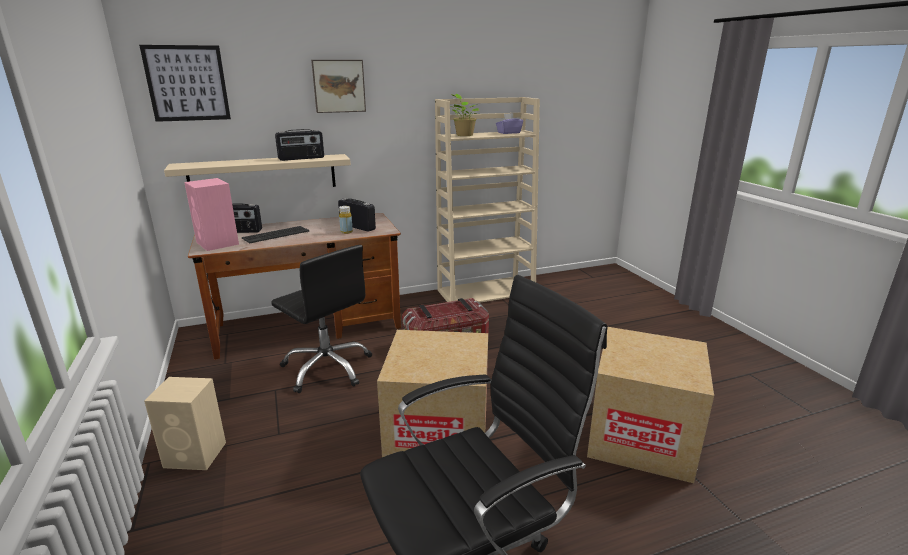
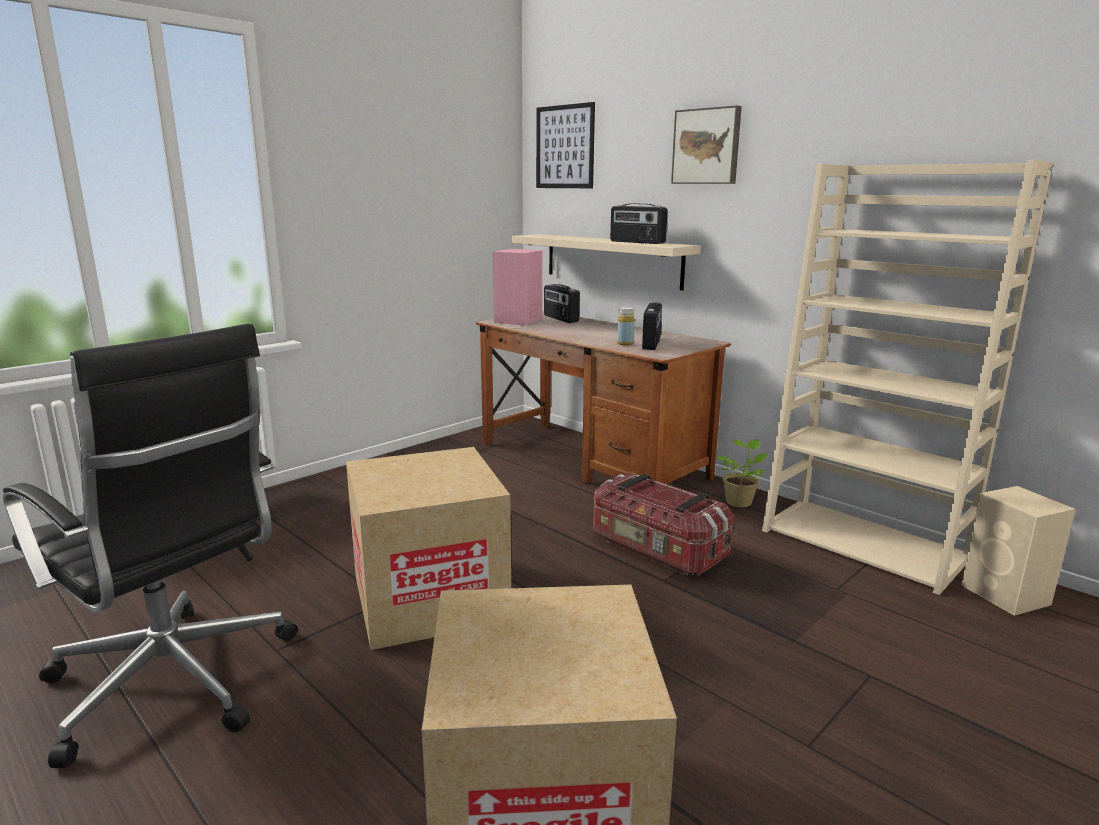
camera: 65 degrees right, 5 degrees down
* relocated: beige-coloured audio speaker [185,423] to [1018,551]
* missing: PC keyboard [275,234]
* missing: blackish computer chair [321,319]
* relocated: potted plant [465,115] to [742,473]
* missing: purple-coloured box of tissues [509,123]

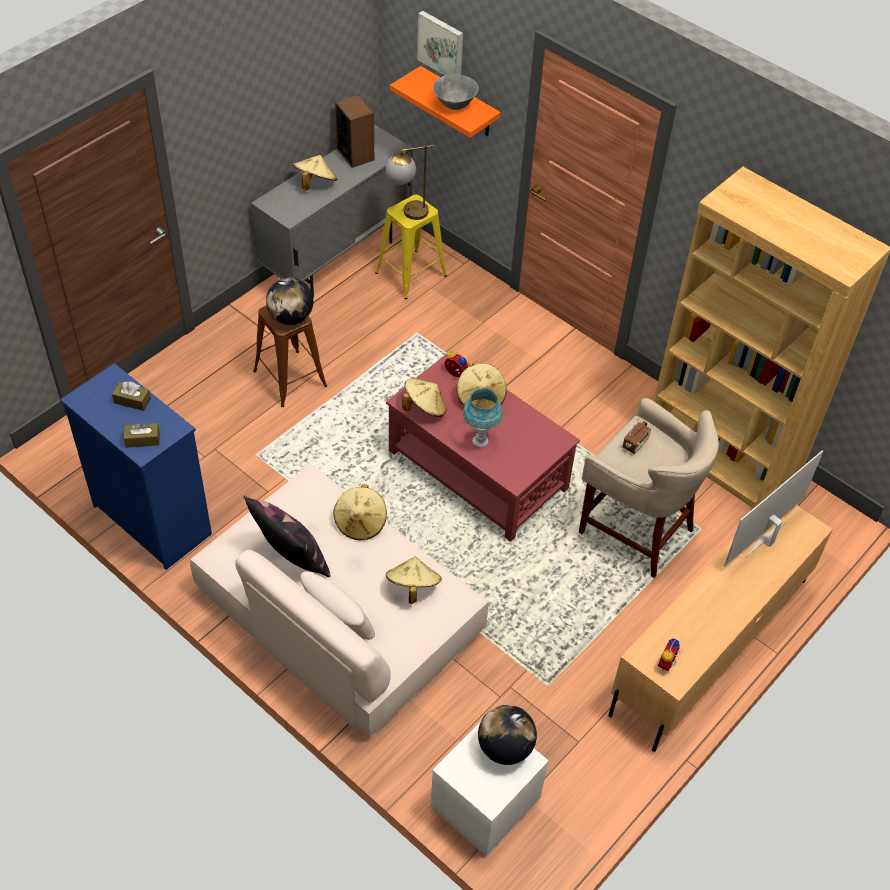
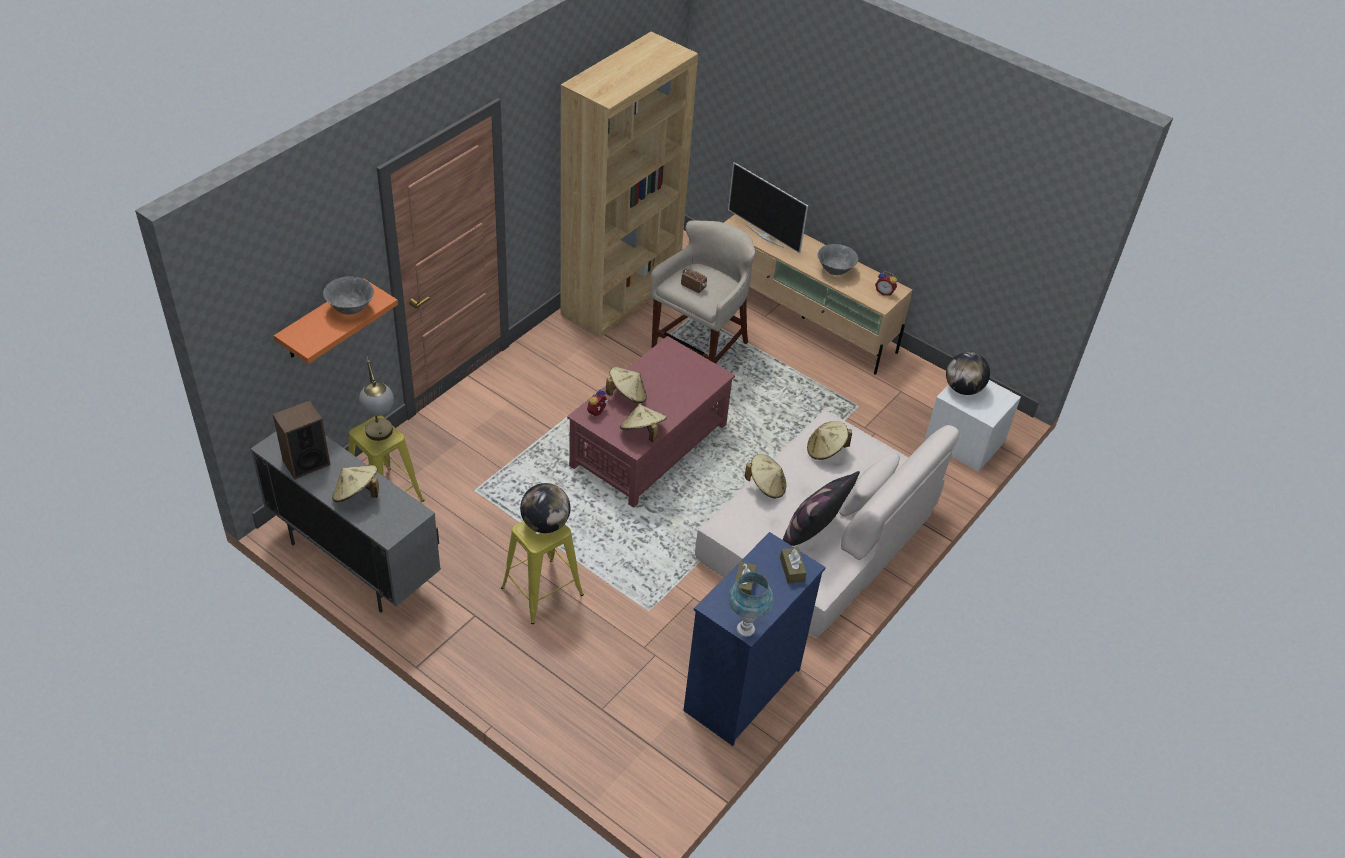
camera: 95 degrees left, 5 degrees down
* colour: brown-coloured sitting stool [290,356] to yellow sitting stool [542,572]
* missing: wall picture [440,43]
* relocated: bluish lamp for a table [483,417] to [751,603]
* appeared: greyish deep dish [837,259]

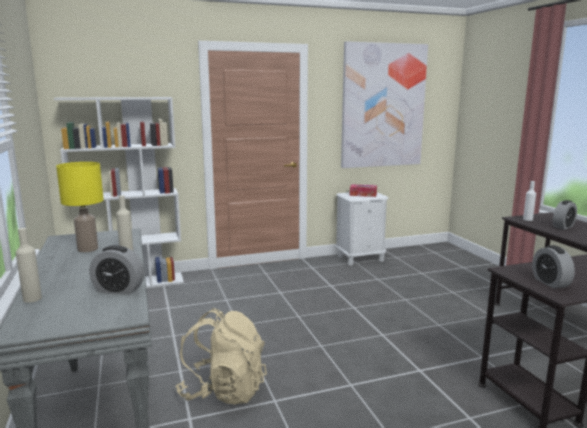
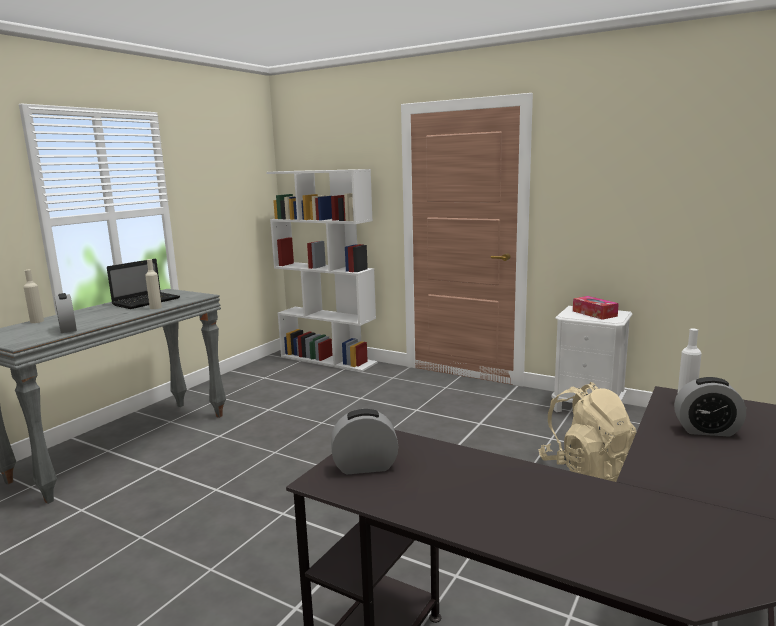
camera: 50 degrees right, 0 degrees up
* exchanged: yellow lamp for a table [80,207] to notebook computer [143,284]
* relocated: beige-coloured knapsack [221,356] to [587,432]
* missing: wall picture [384,104]
* spun: table clock [553,267] = [364,441] 45 degrees clockwise

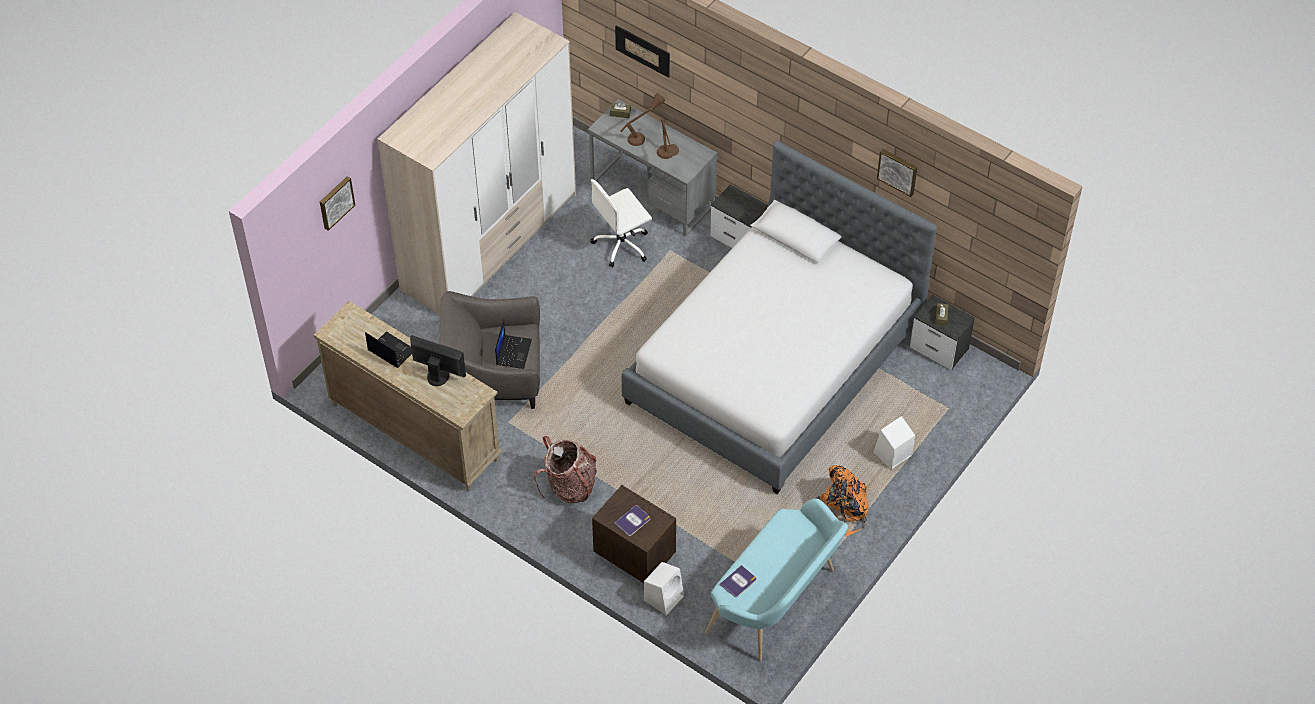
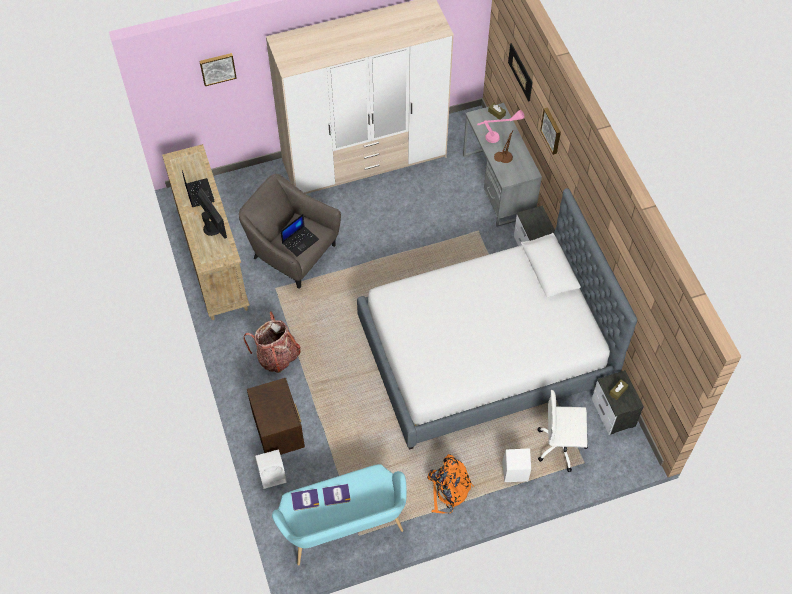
camera: 35 degrees right, 5 degrees up
* relocated: white computer chair [621,223] to [563,431]
* relocated: book [632,520] to [336,495]
* colour: brown-coloured lamp for a table [642,119] to pink lamp for a table [501,126]
* relocated: wall picture [897,173] to [550,131]

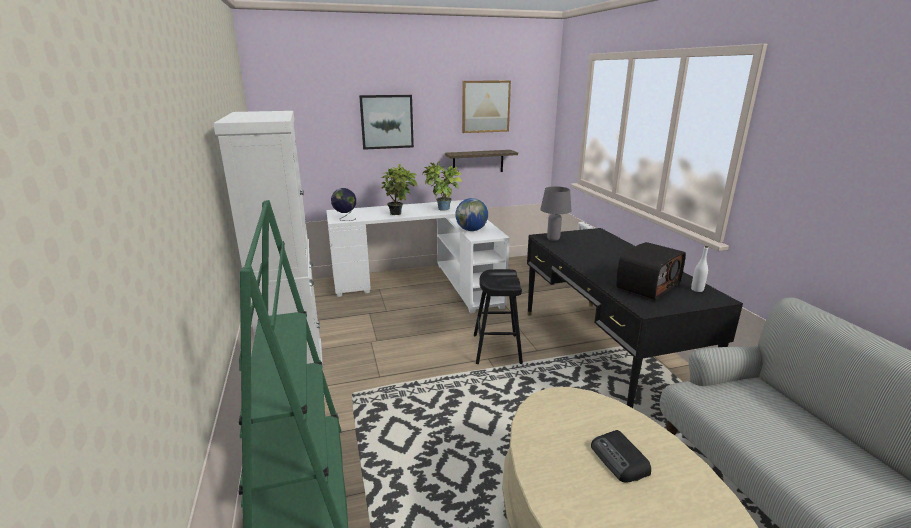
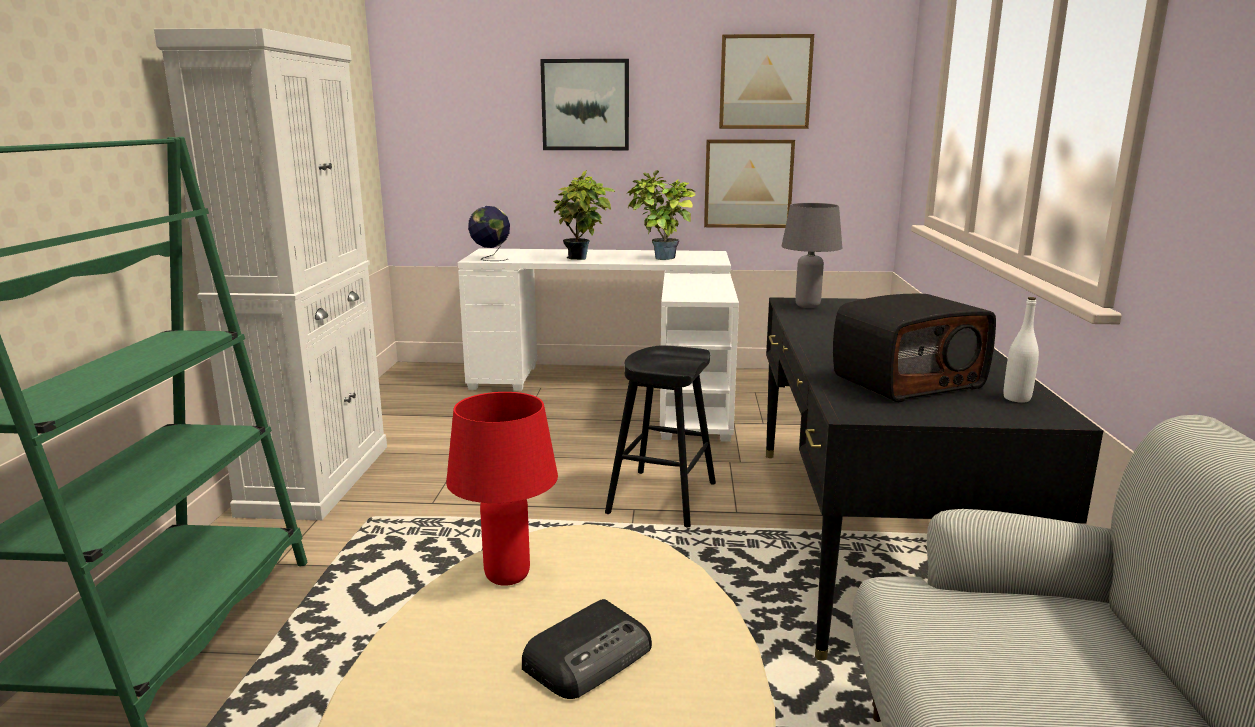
camera: 20 degrees right, 5 degrees down
* exchanged: bracket shelf [481,161] to wall picture [749,184]
* missing: globe [471,214]
* spun: radio receiver [621,456] = [587,649] 135 degrees counterclockwise
* appeared: reddish lamp for a table [502,489]

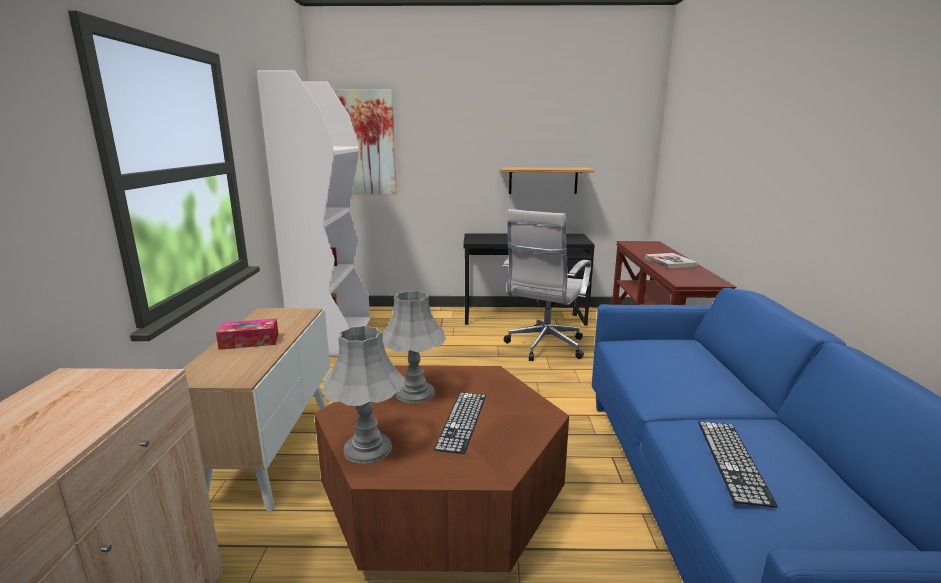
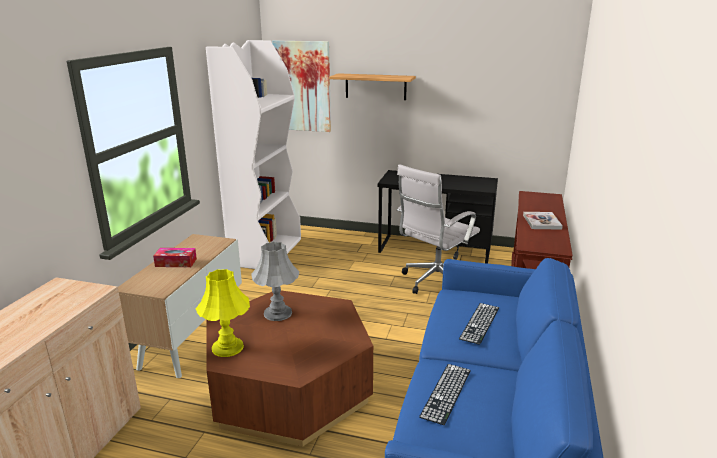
camera: 15 degrees right, 5 degrees up
* colour: greyish lamp for a table [364,395] to yellow lamp for a table [223,313]
* relocated: PC keyboard [460,423] to [479,324]
* relocated: bracket shelf [547,181] to [372,86]

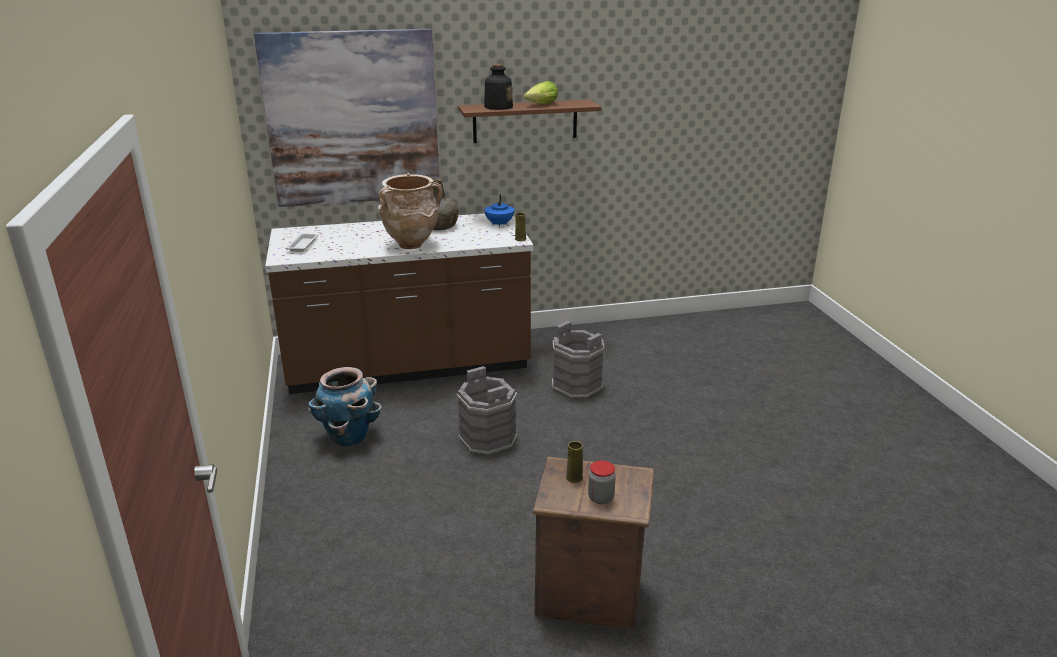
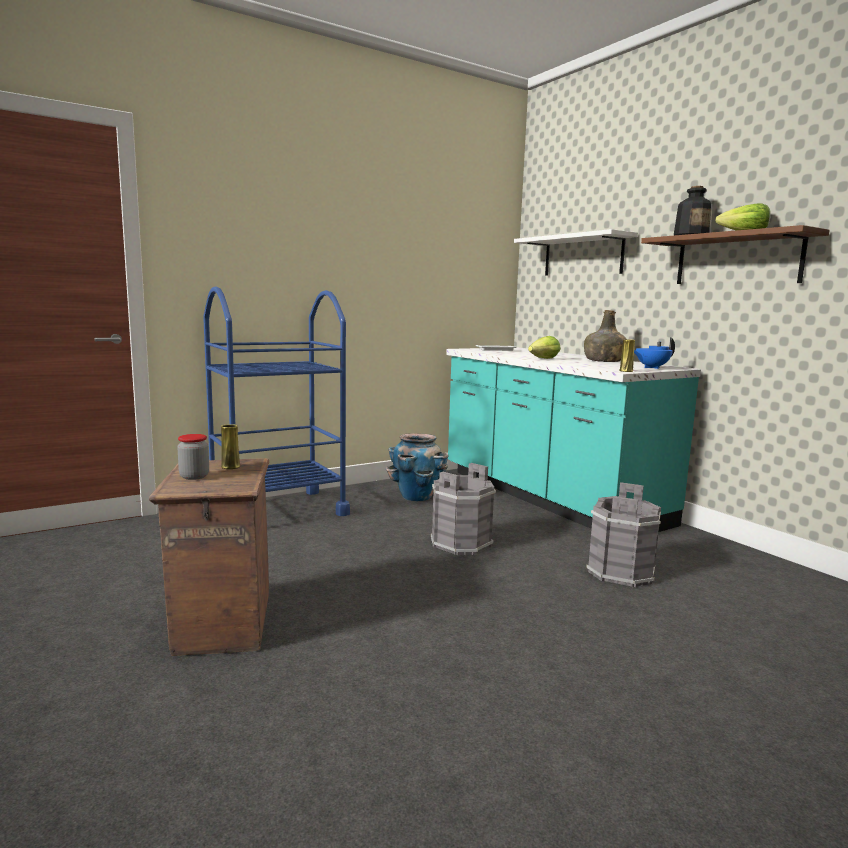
camera: 70 degrees right, 15 degrees down
* exchanged: wall picture [346,118] to white bracket shelf [576,252]
* colour: brown-coloured kitchen base unit [399,304] to turquoise-coloured kitchen base unit [573,439]
* exchanged: beige-coloured decorative vase [410,211] to lettuce head [544,347]
* appeared: bluish cart [276,401]

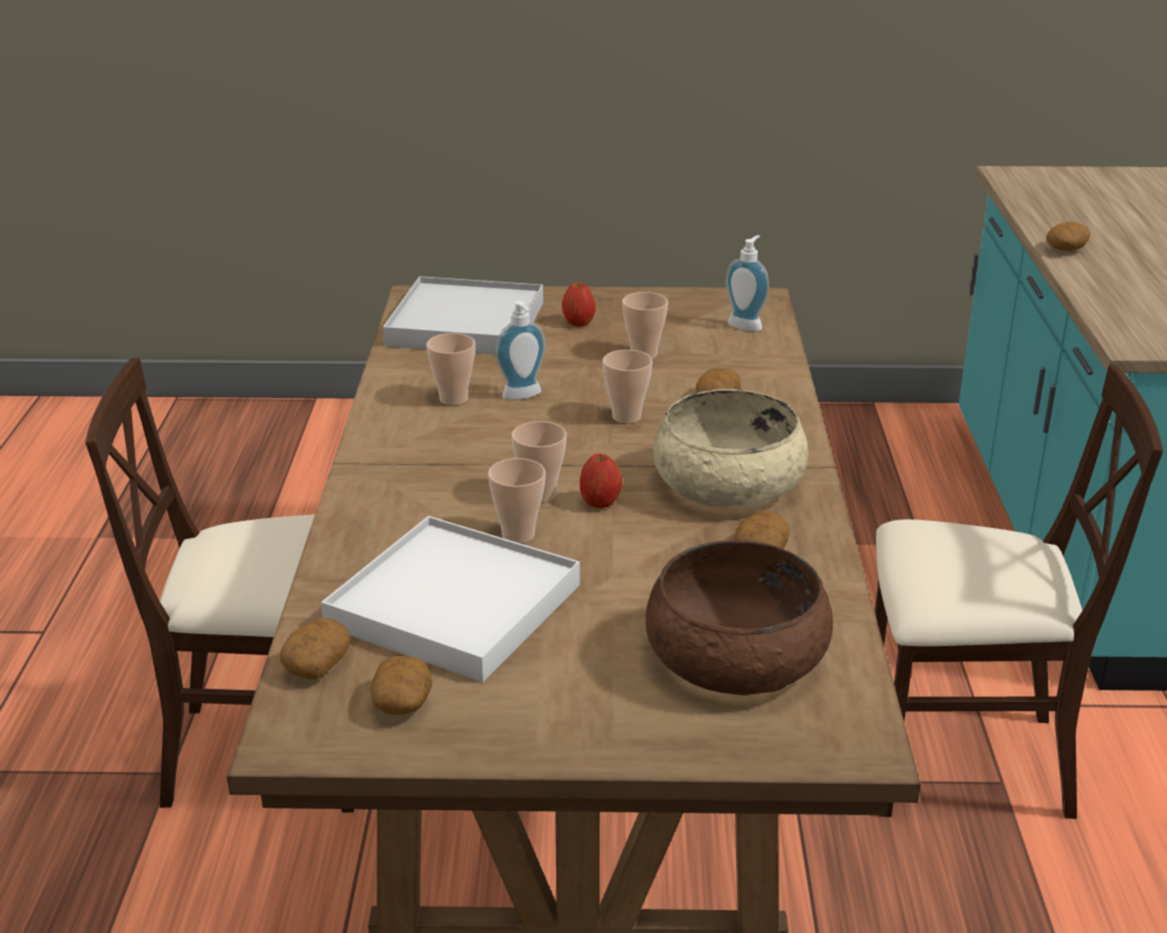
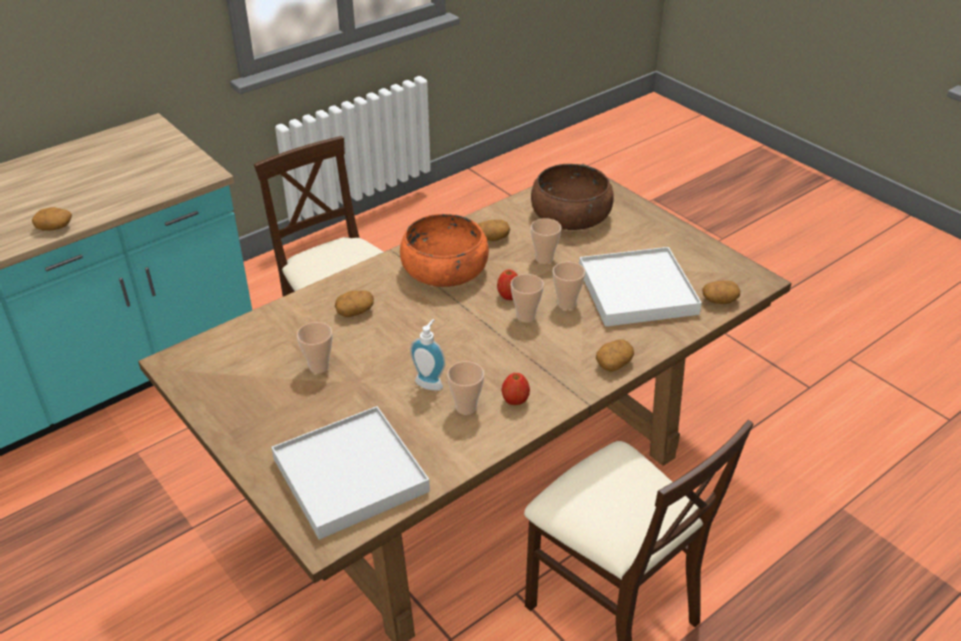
camera: 130 degrees left, 10 degrees up
* relocated: spud [401,685] to [615,355]
* relocated: apple fruit [579,304] to [516,389]
* relocated: small cup [627,386] to [546,241]
* colour: beige-coloured deep dish [731,449] to orangey deep dish [444,250]
* missing: soap bottle [747,283]

